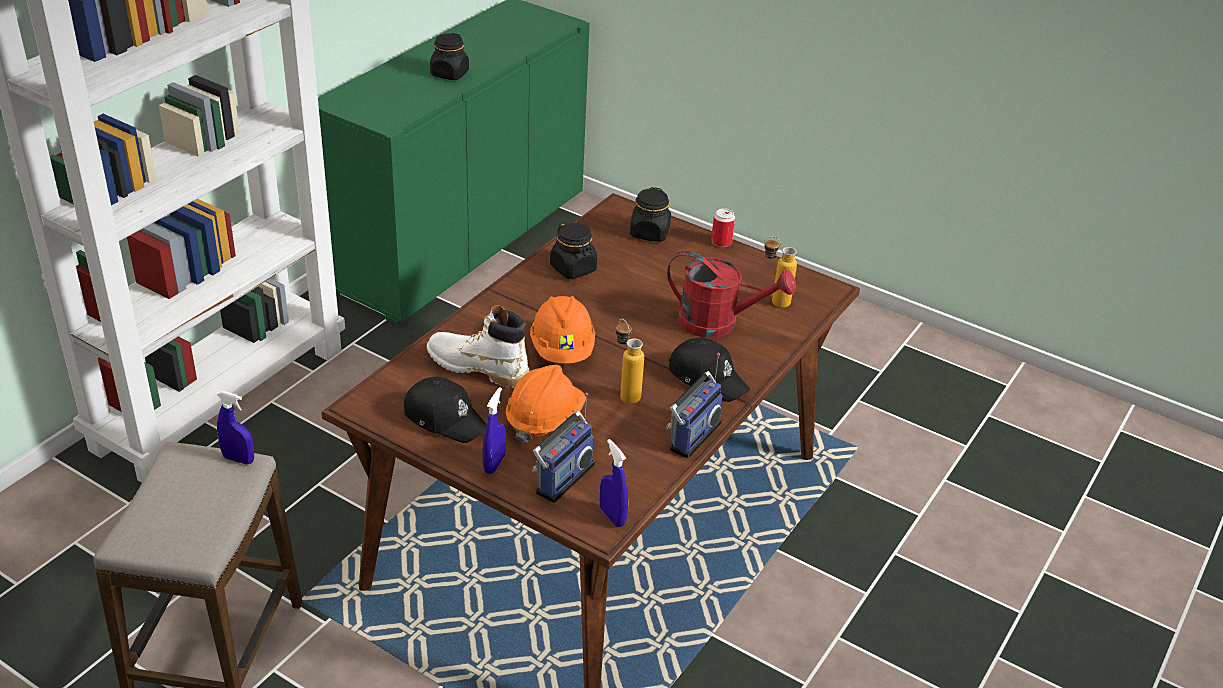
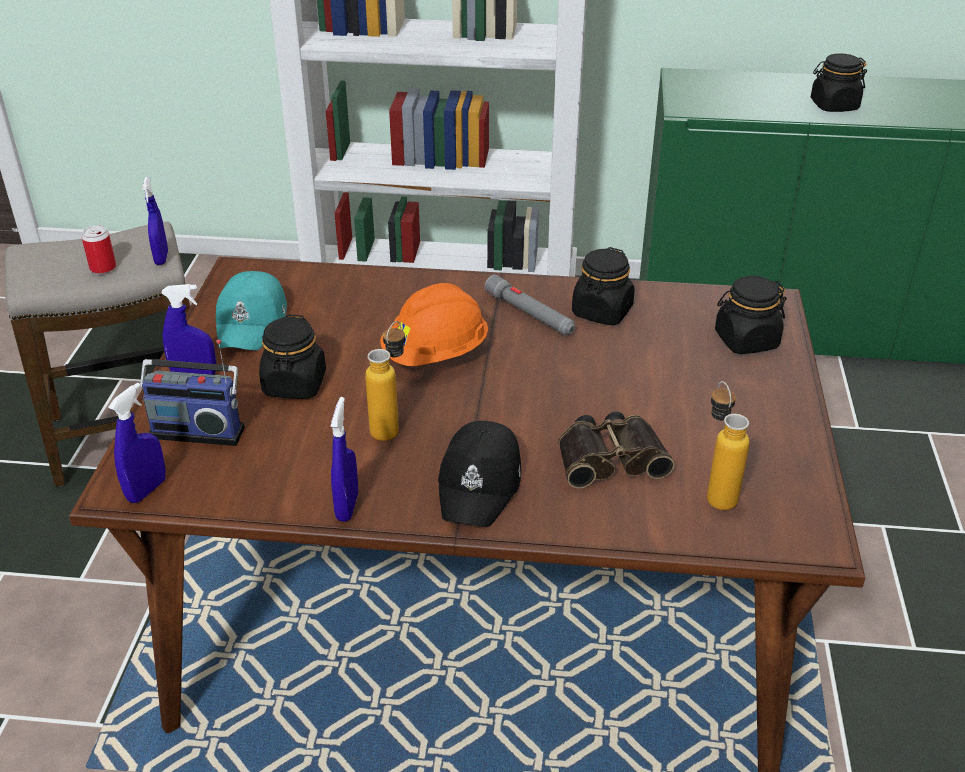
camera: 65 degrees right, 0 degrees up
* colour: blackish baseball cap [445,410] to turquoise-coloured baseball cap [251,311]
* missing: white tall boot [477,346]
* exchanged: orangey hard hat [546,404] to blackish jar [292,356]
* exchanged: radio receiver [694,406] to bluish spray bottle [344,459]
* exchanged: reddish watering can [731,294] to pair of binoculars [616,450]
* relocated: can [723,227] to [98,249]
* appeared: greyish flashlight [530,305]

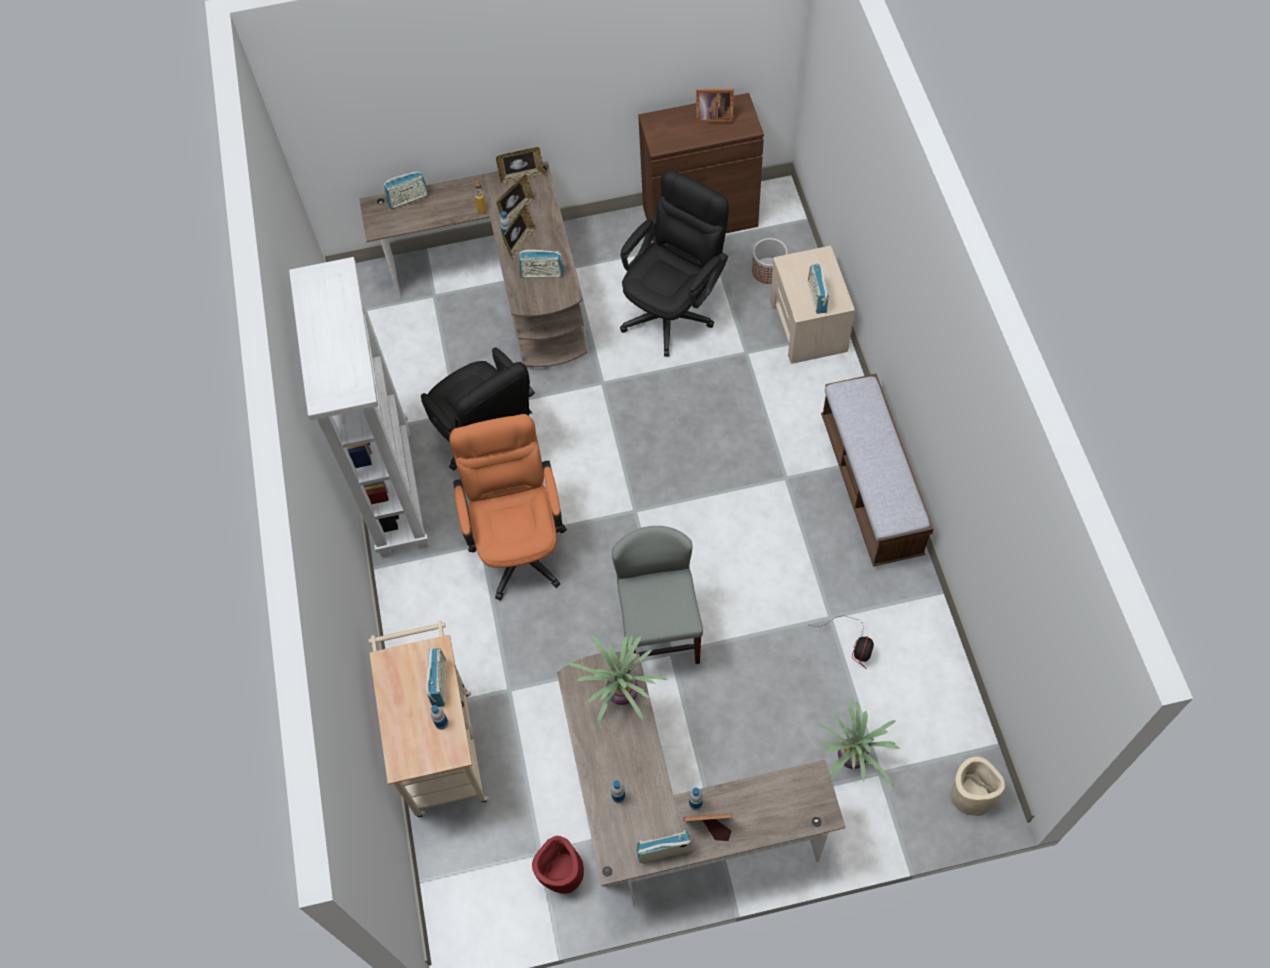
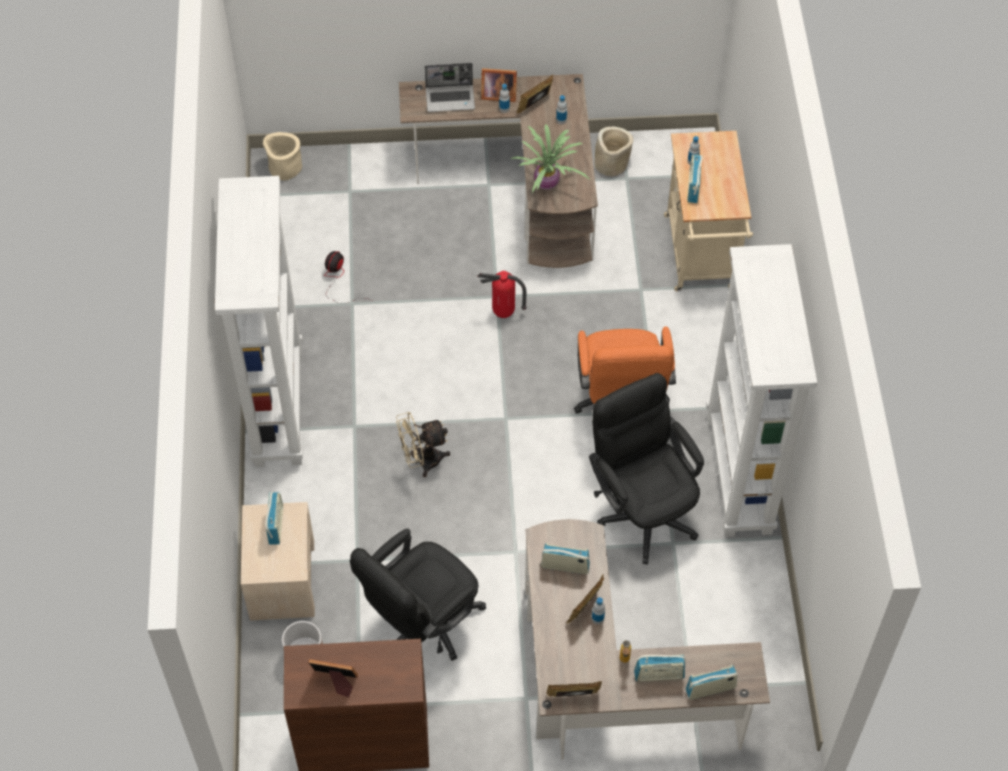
camera: 175 degrees left, 5 degrees down
* relocated: picture frame [516,198] to [534,93]
* colour: reddish planter [558,865] to beige-coloured planter [613,151]
* exchanged: greyish upright chair [657,595] to fire-fighting cylinder [502,294]
* relocated: radio receiver [665,846] to [660,668]
* missing: potted plant [859,744]
* exchanged: indoor bench [877,470] to white bookshelf [259,321]
* appeared: beige-coloured electric fan [423,445]
* appeared: notebook computer [450,87]

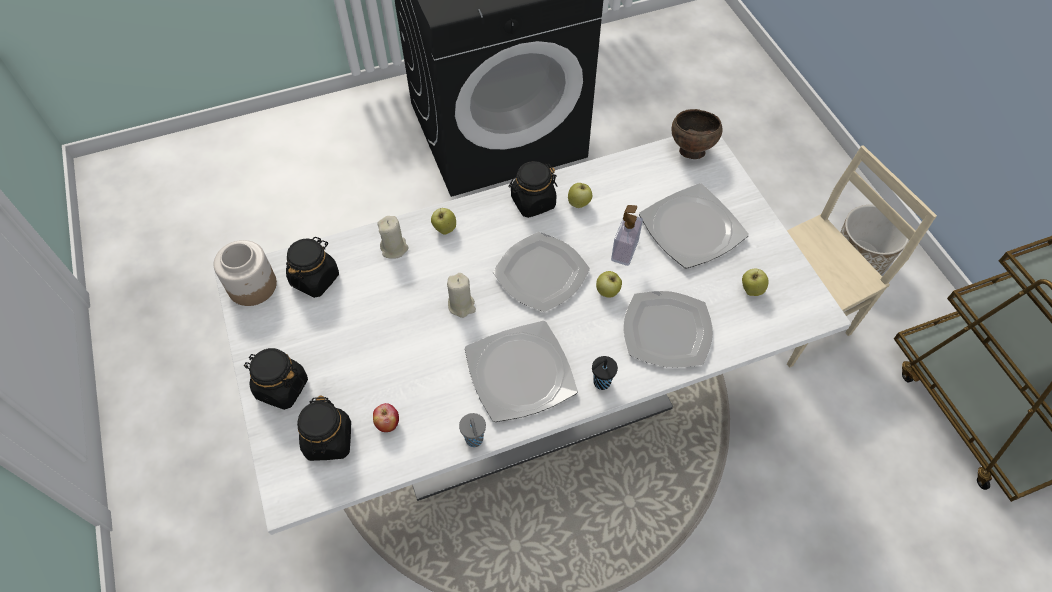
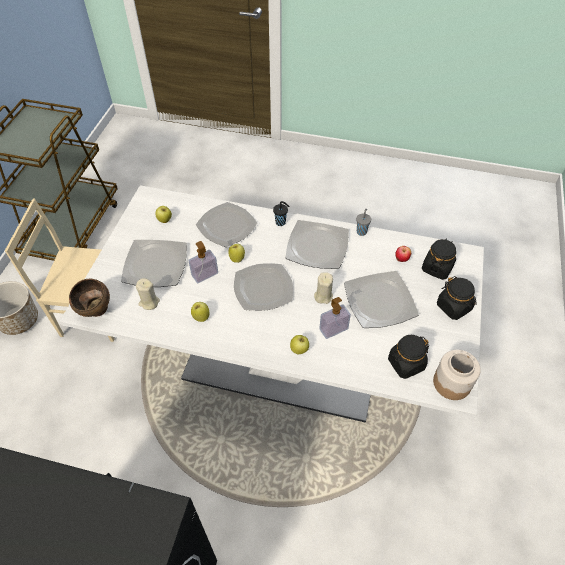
camera: 145 degrees left, 5 degrees down
* relocated: beige-coloured wax candle [393,237] to [148,294]
* missing: blackish jar [533,189]
* appeared: soap bottle [335,318]
* appeared: plate [381,299]

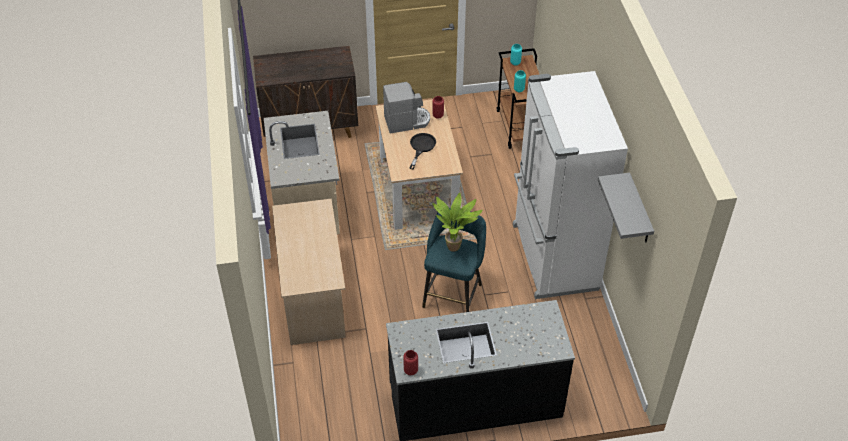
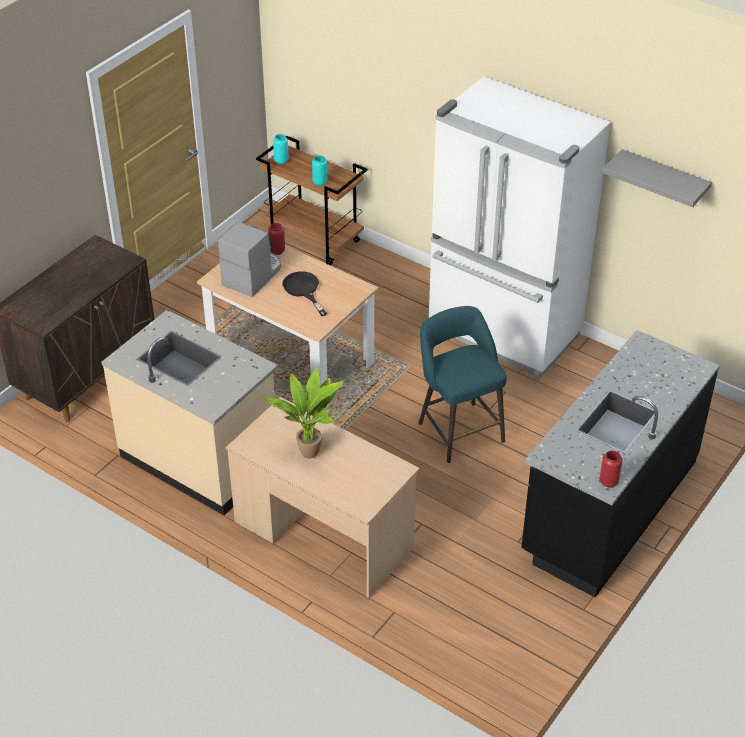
camera: 45 degrees left, 5 degrees down
* relocated: potted plant [457,222] to [304,413]

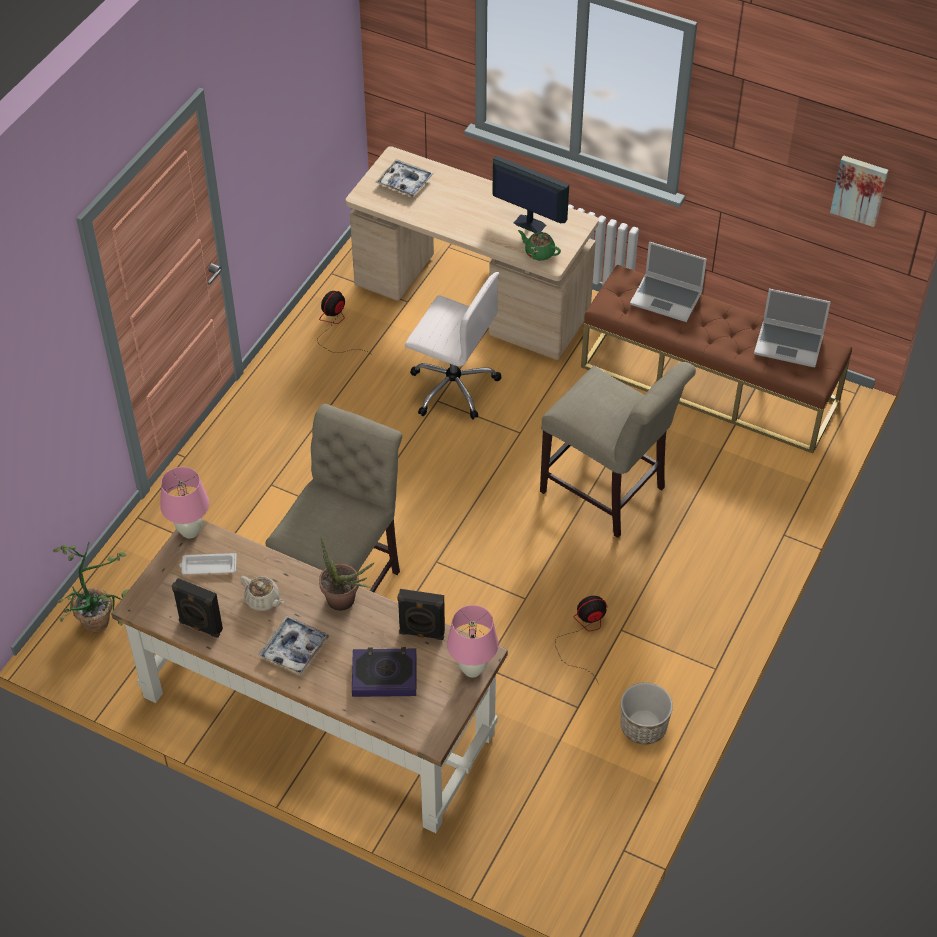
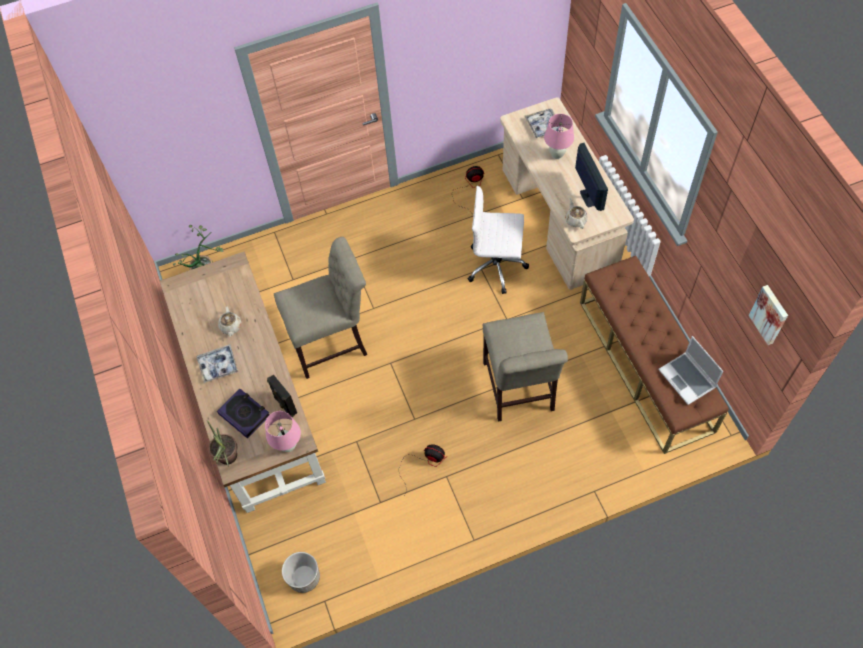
camera: 45 degrees right, 10 degrees up
* relocated: pink lamp for a table [184,502] to [559,136]
* missing: blackish audio speaker [197,608]
* missing: white serving tray [208,563]
* relocated: potted plant [346,573] to [222,443]
* spun: white computer chair [453,345] = [498,240] 120 degrees clockwise
* colour: greenish teapot [539,245] to beige-coloured teapot [576,213]
* relocated: planter [647,713] to [301,572]
* missing: notebook computer [668,281]

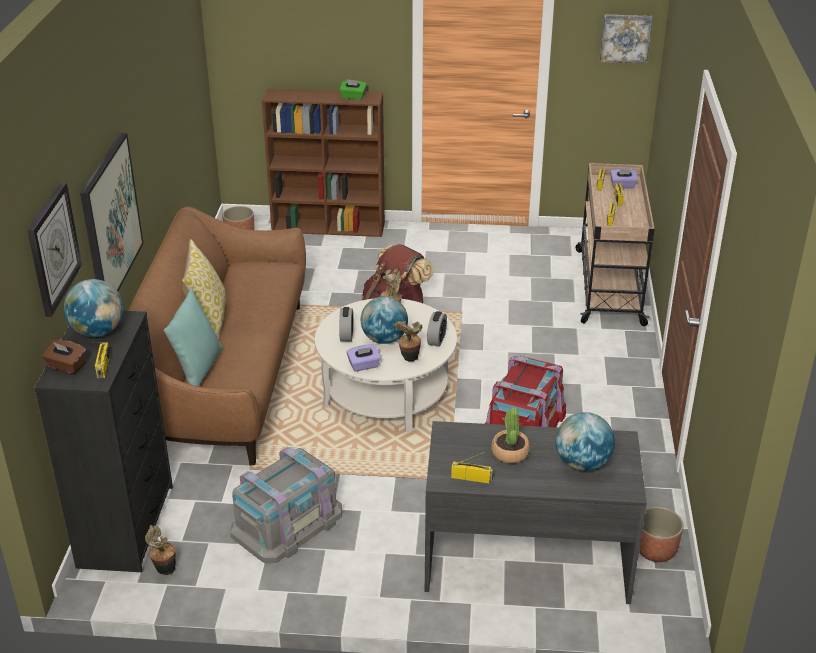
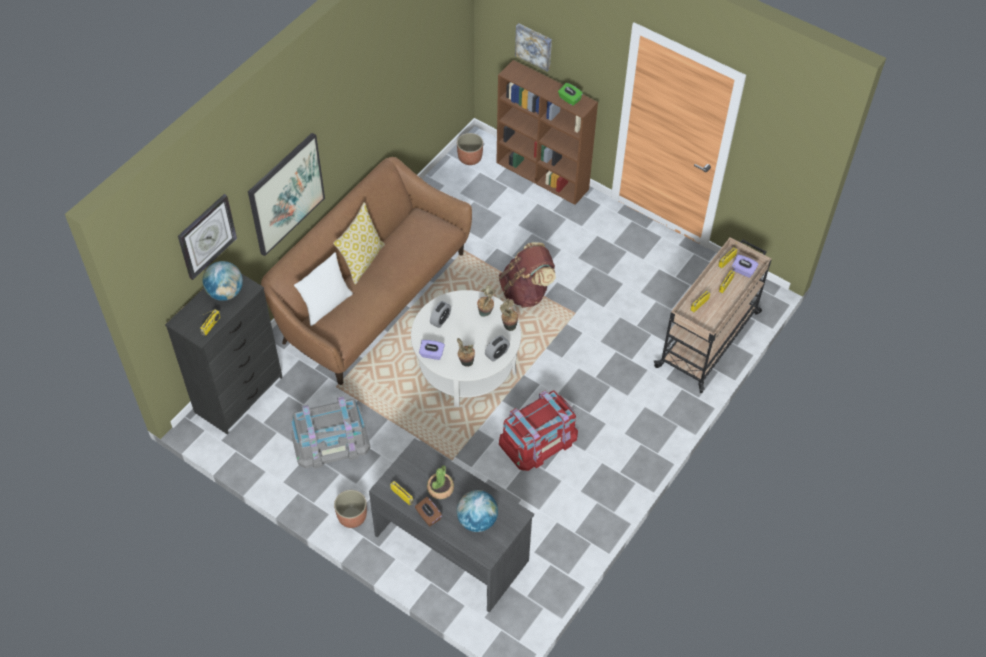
camera: 30 degrees right, 20 degrees up
* relocated: brown-coloured box of tissues [64,356] to [428,511]
* relocated: potted plant [160,550] to [509,314]
* colour: turquoise-coloured cushion [193,337] to white cushion [323,289]
* missing: globe [384,320]
* relocated: wall picture [626,39] to [533,47]
* relocated: planter [661,534] to [350,509]

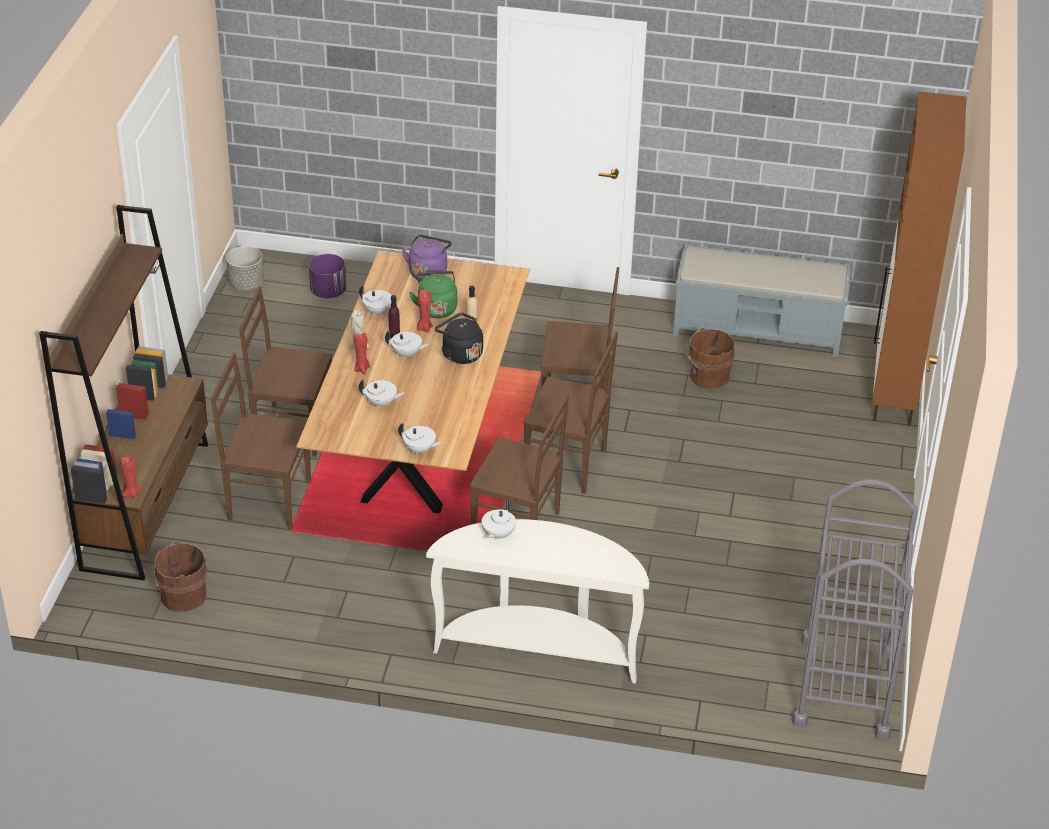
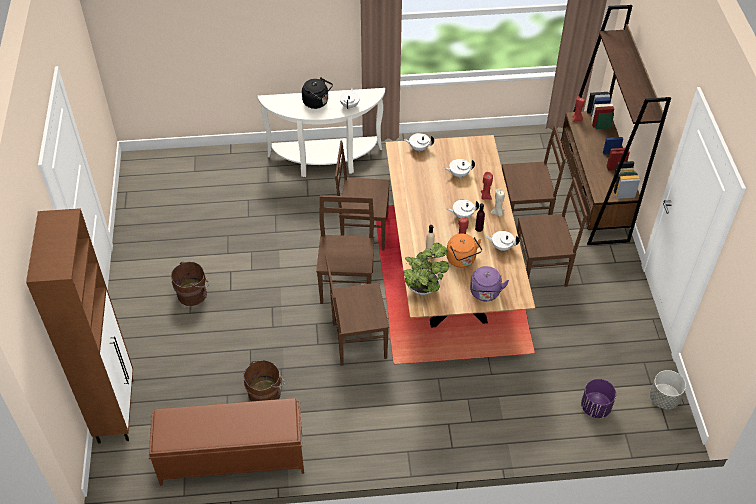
camera: 165 degrees right, 10 degrees up
* relocated: brown-coloured bucket [180,576] to [190,284]
* colour: greenish water kettle [433,294] to orangey water kettle [464,250]
* relocated: blackish water kettle [459,338] to [317,93]
* spun: brown-coloured upright chair [570,413] = [345,249] 90 degrees clockwise
* colour: greyish indoor bench [762,300] to brown-coloured indoor bench [226,442]
* missing: greyish cart [855,609]
* appeared: potted plant [425,269]

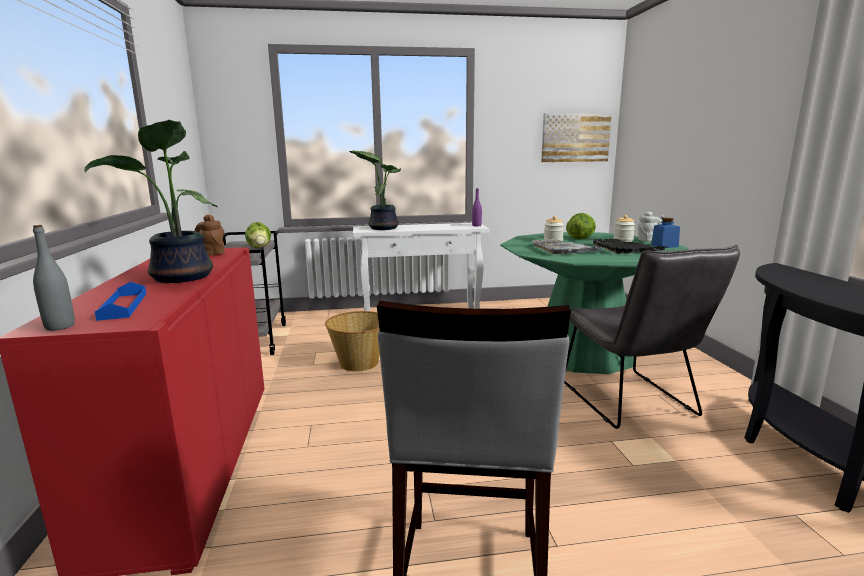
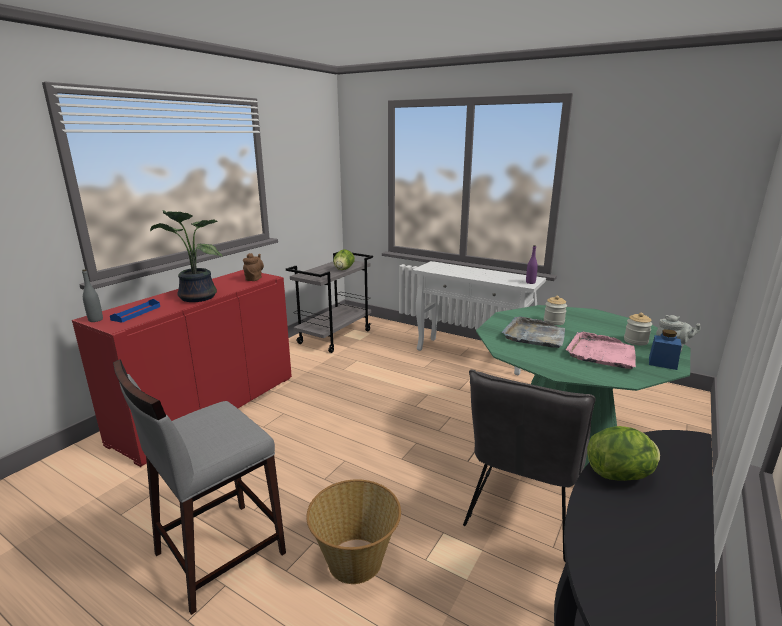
camera: 40 degrees right, 5 degrees up
* relocated: basket [352,341] to [353,531]
* missing: potted plant [375,190]
* missing: wall picture [576,137]
* relocated: lettuce head [581,226] to [623,453]
* colour: blackish serving tray [629,246] to pink serving tray [601,350]

